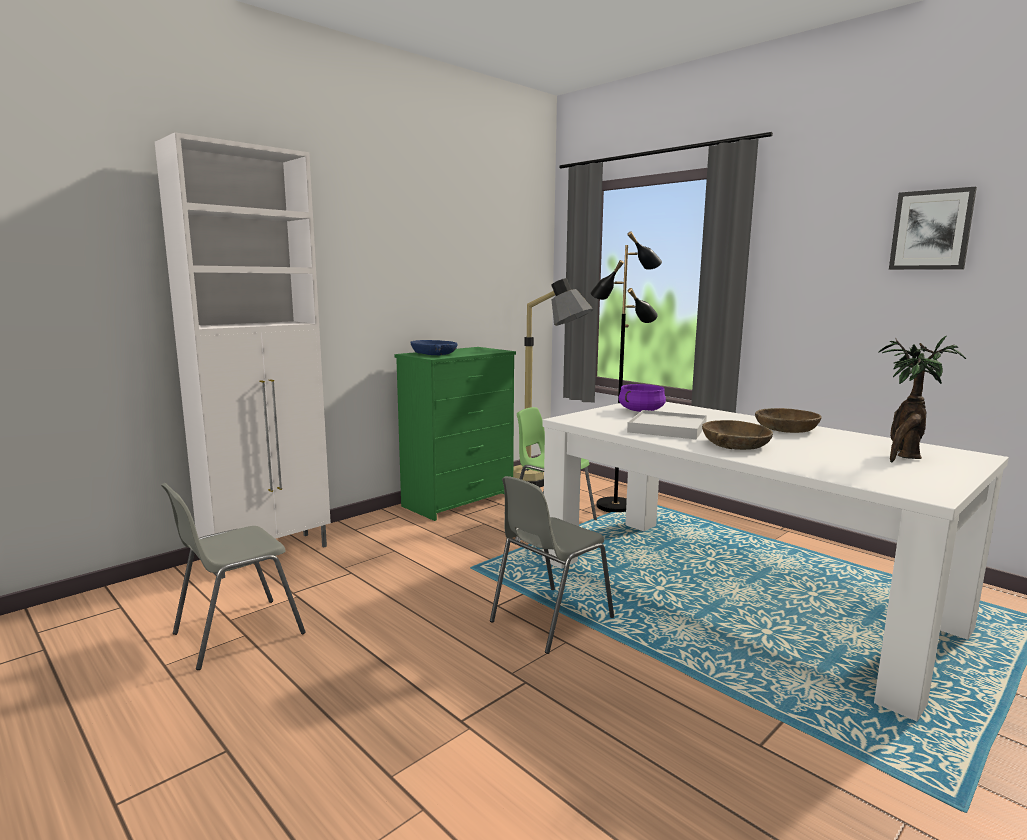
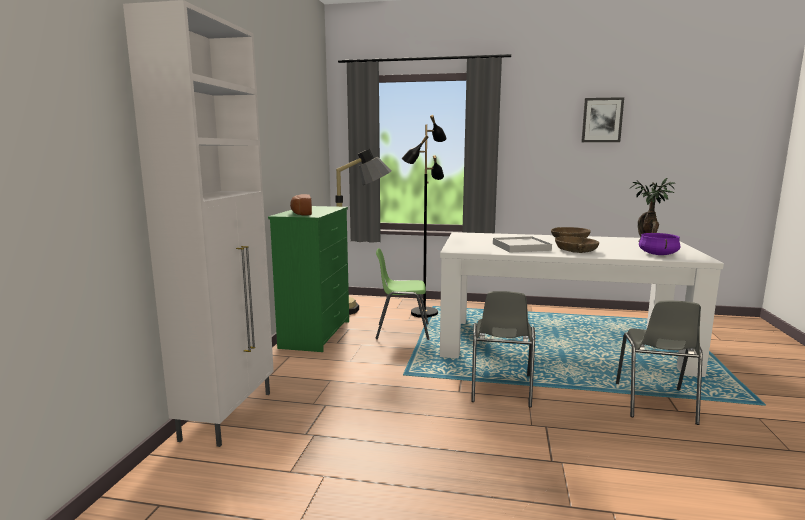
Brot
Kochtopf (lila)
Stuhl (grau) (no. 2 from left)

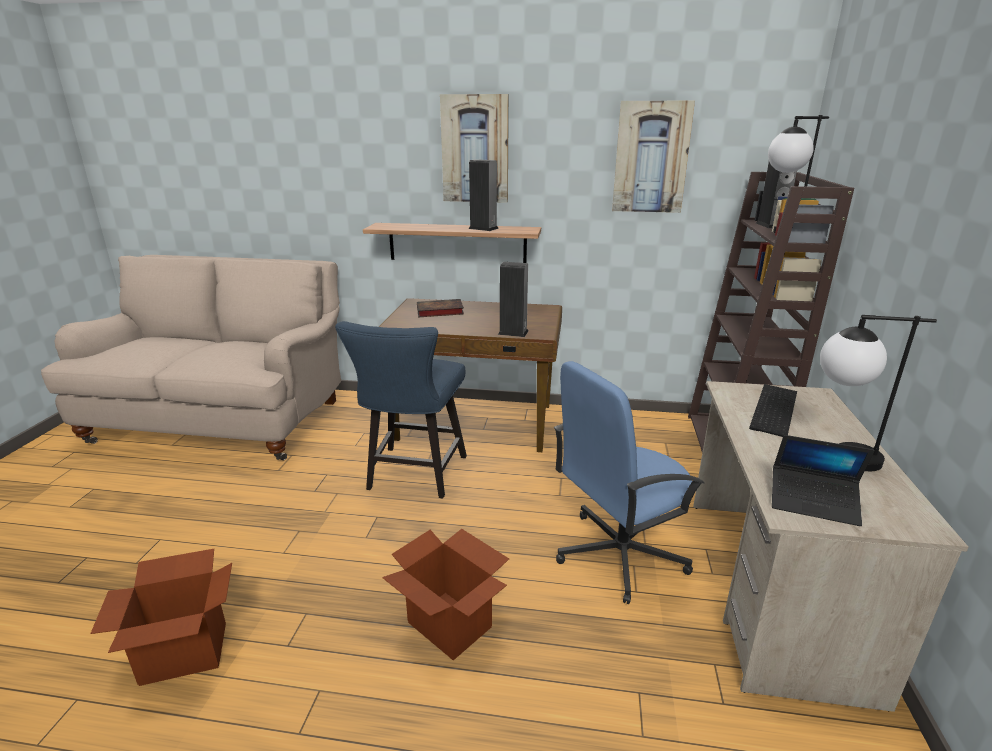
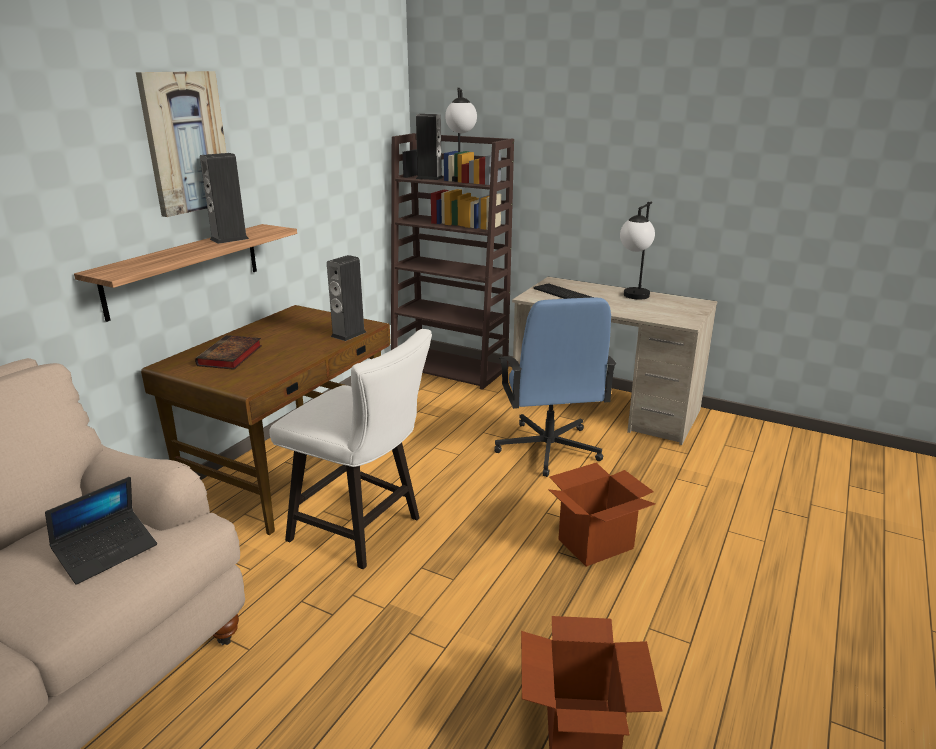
Bild (no. 2 from left in the first image)
Stuhl (weiß)
Laptop

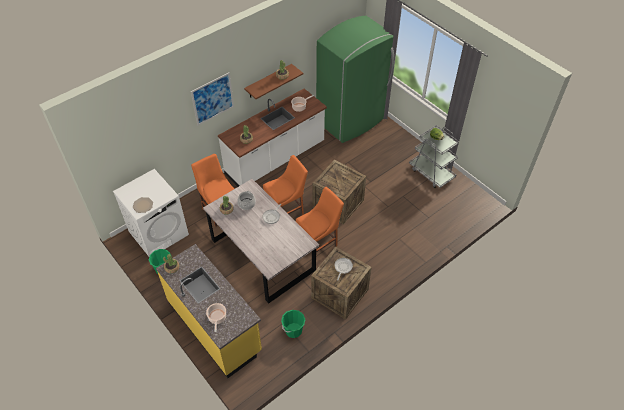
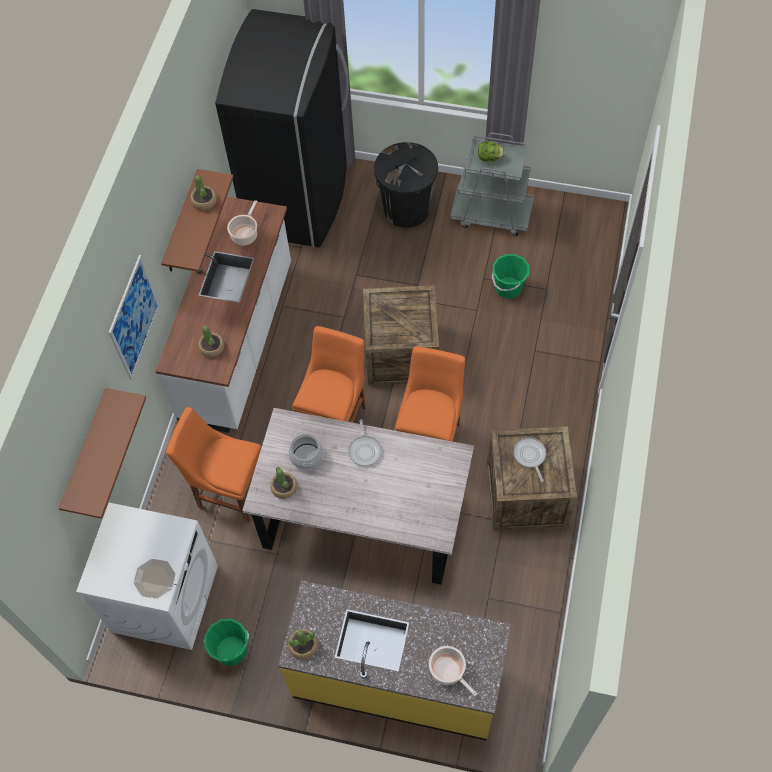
Kühlschrank (schwarz)
Eimer (grün) (no. 2 from left)
Mülleimer (schwarz)
Wandregal (braun) (no. 1 from left)

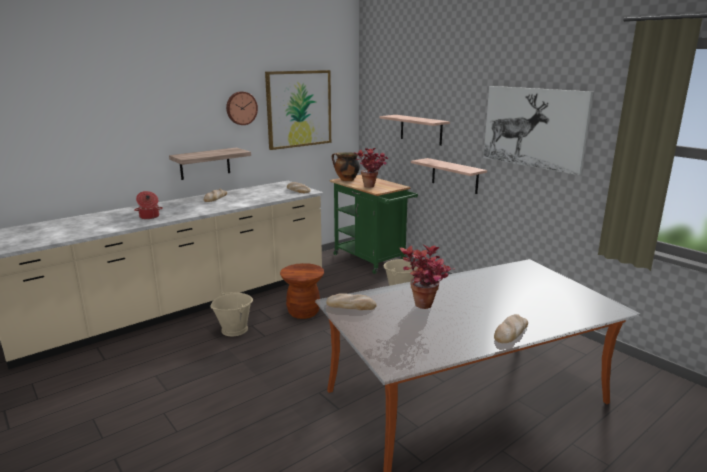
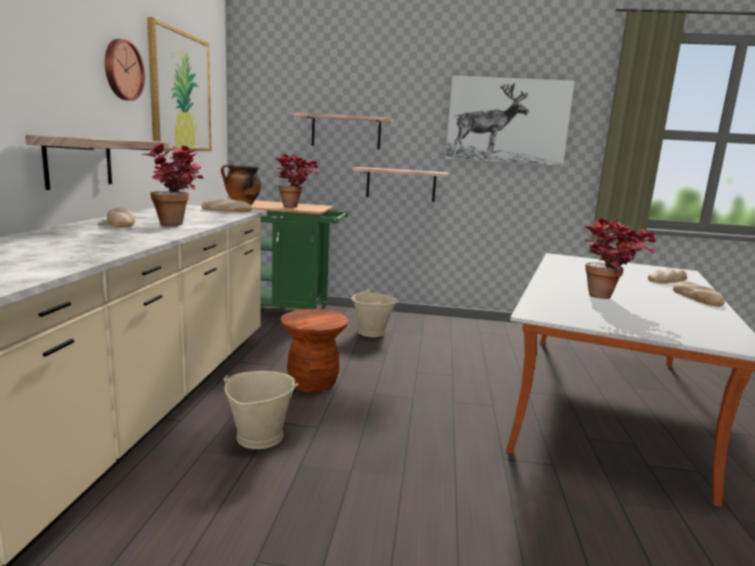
Kochtopf (no. 1 from left in the first image)
Brot (no. 3 from left)
Topfpflanze (no. 1 from left)

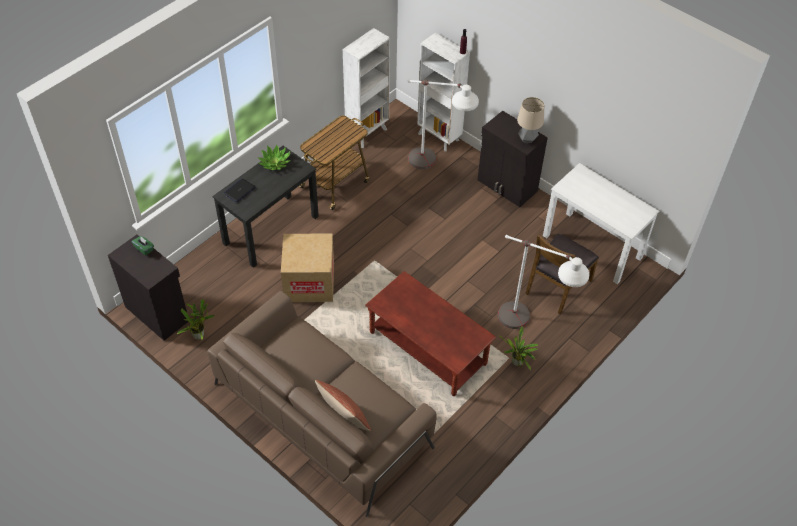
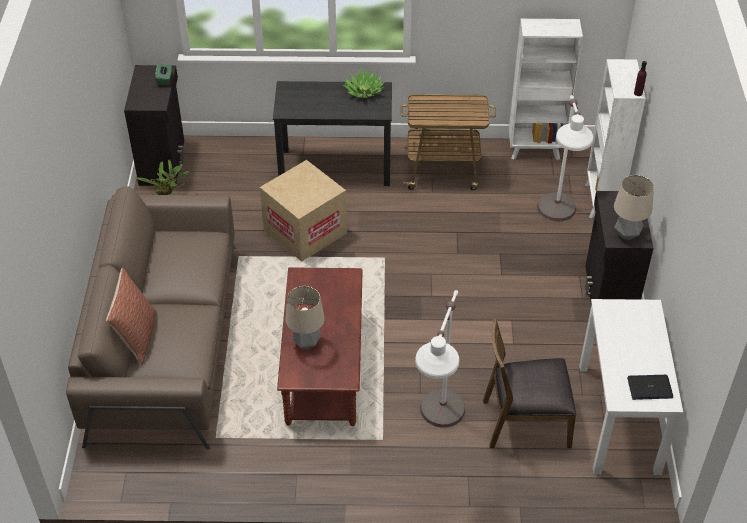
Laptop
Topfpflanze (no. 3 from left in the first image)
Tischlampe (no. 1 from left)

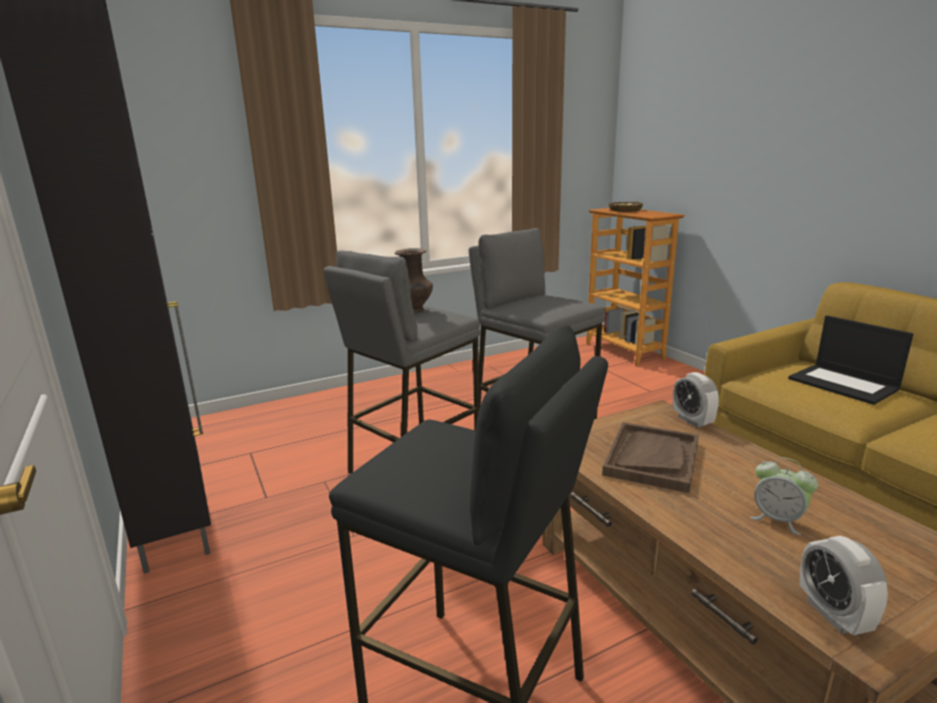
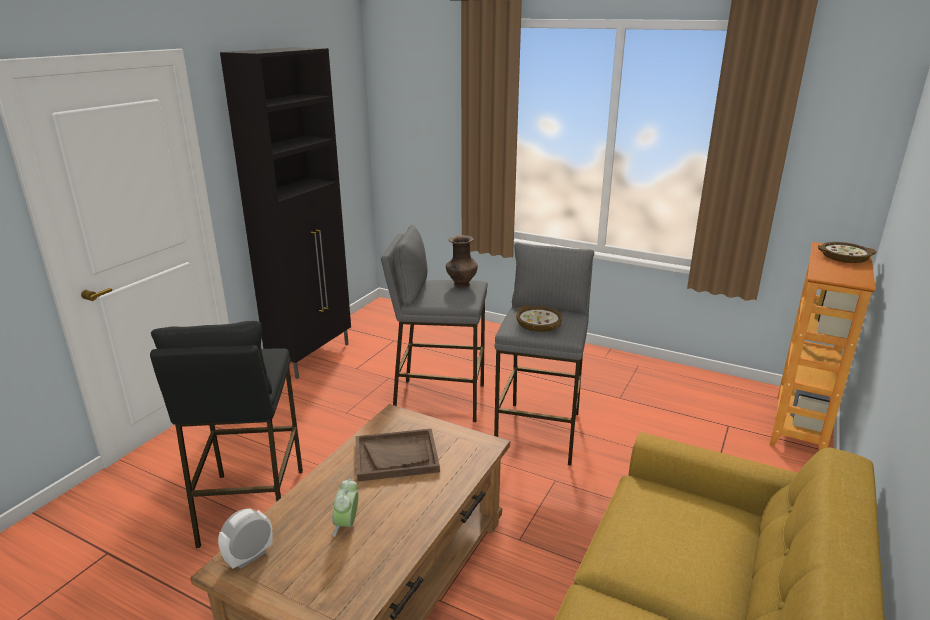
Laptop
Wecker (no. 1 from left in the first image)
Schüssel (no. 1 from left)

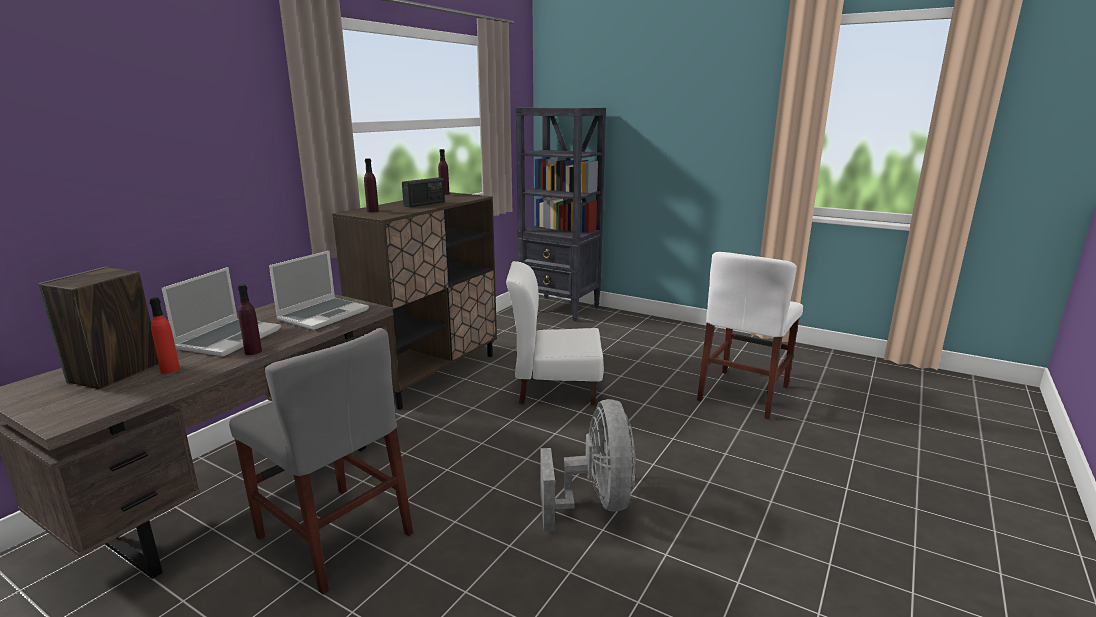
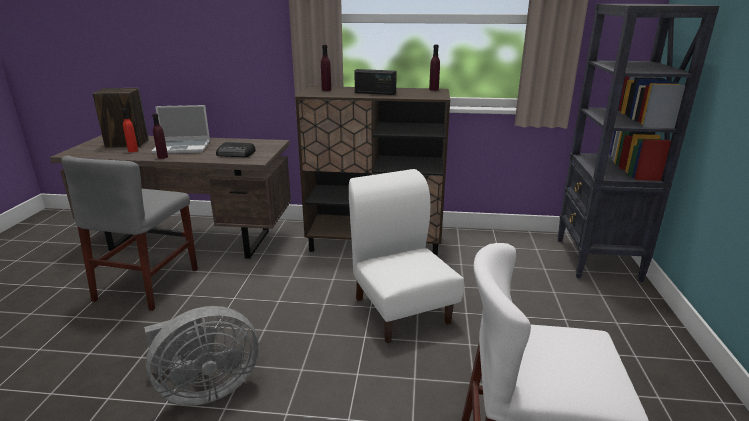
Radio (no. 1 from left)

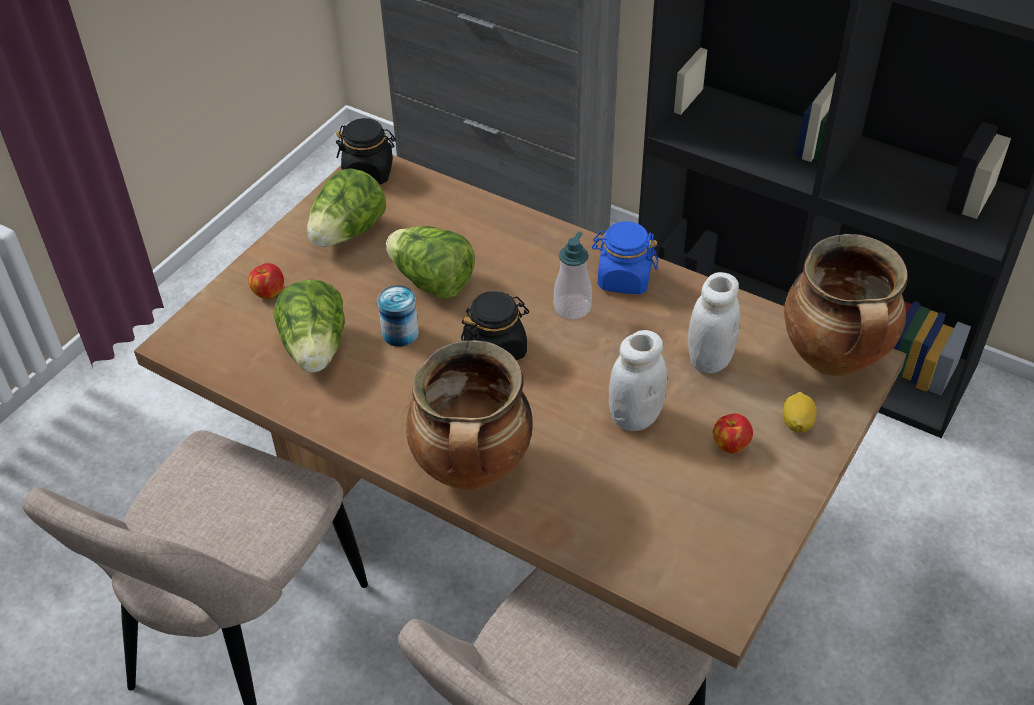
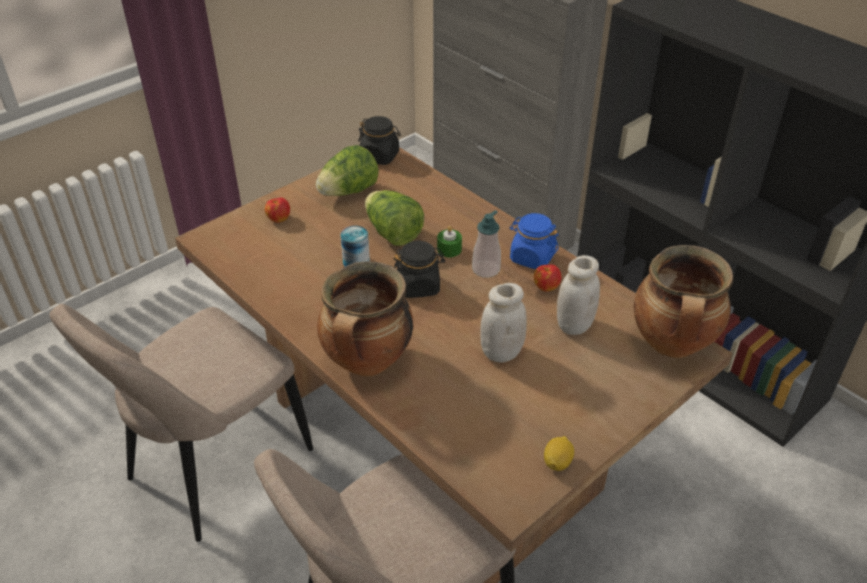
Salatkopf (no. 1 from left in the first image)
Zitrone
Apfel (no. 2 from left)
Kerze (grün)

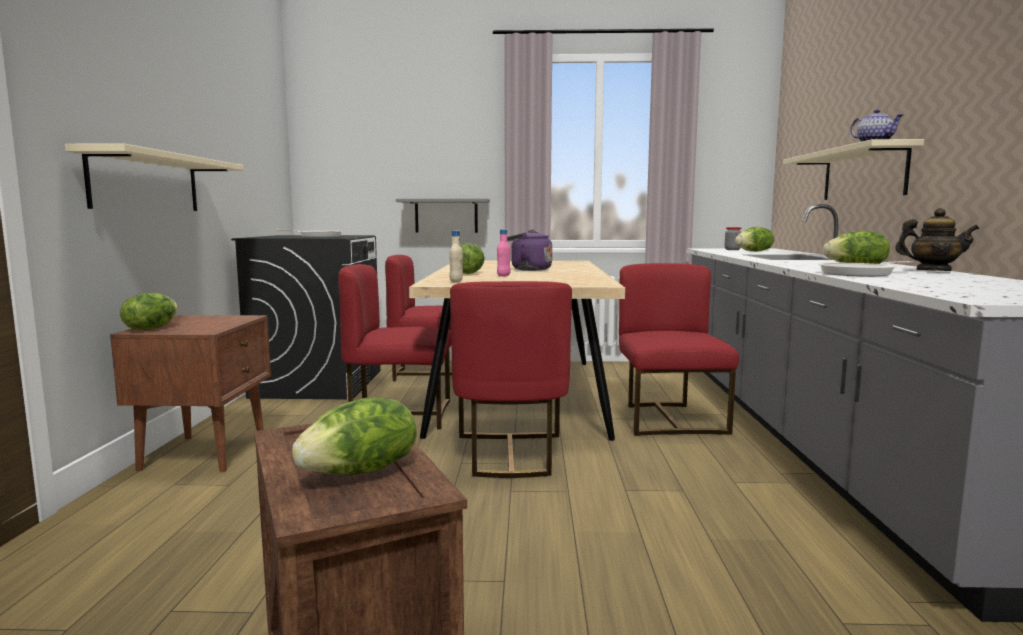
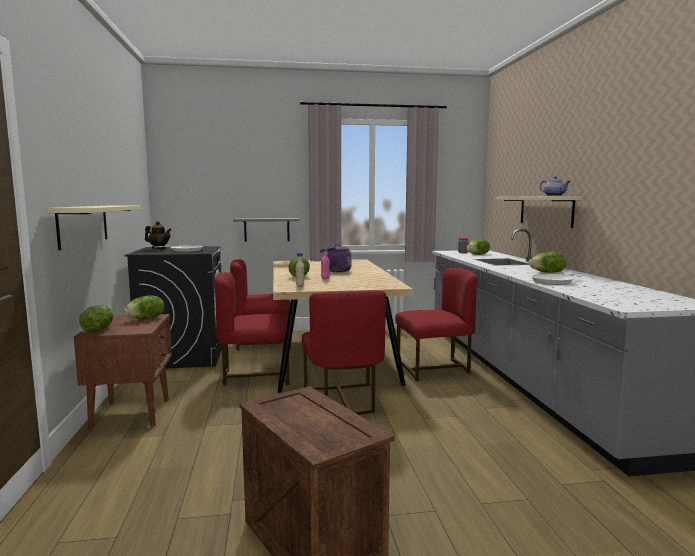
Teekanne (no. 1 from left)
Stuhl (rot) (no. 4 from left)
Salatkopf (no. 2 from left)

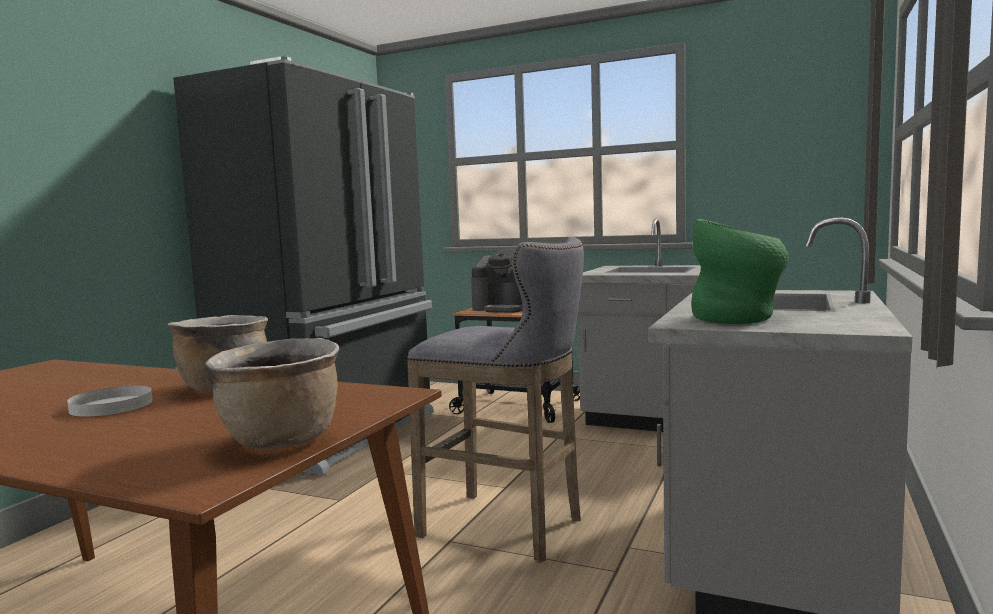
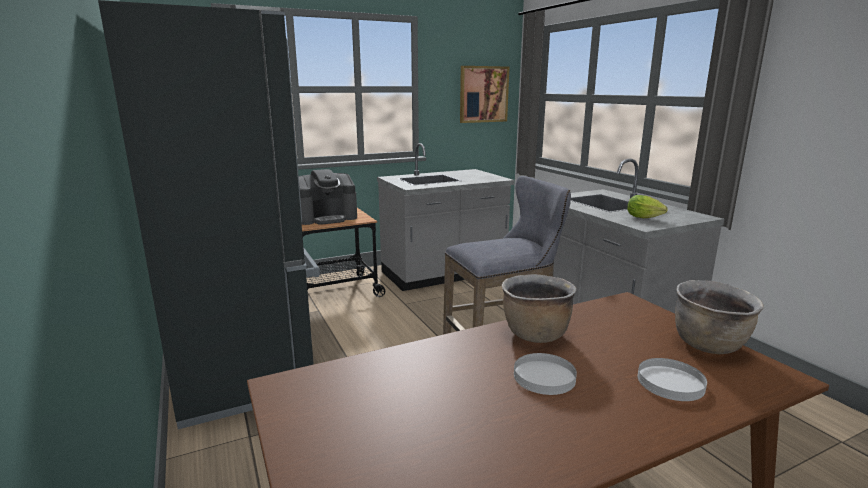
Salatkopf
Bild
Teller (weiß) (no. 2 from left)

